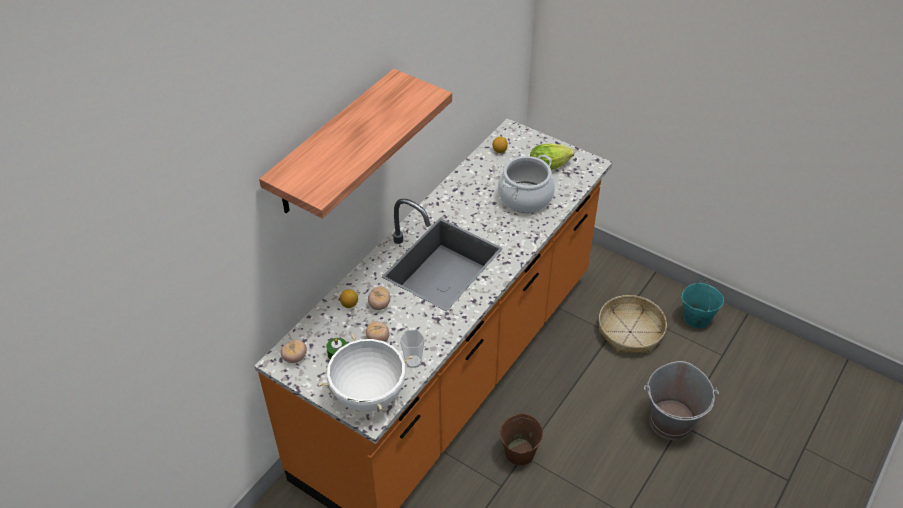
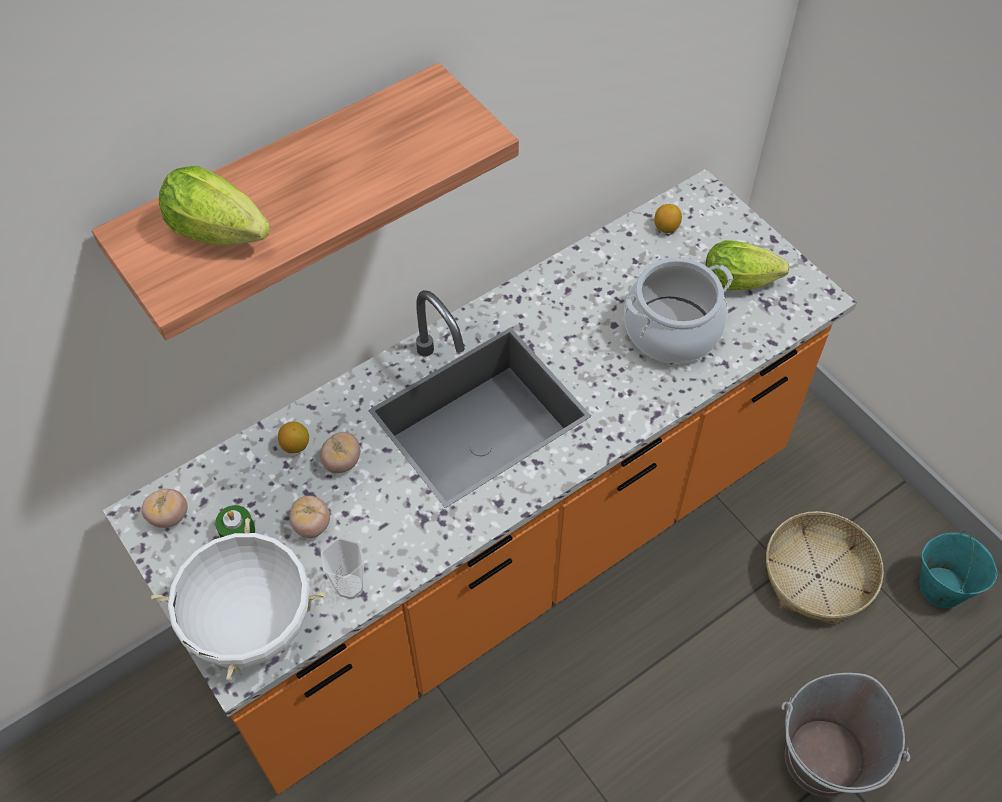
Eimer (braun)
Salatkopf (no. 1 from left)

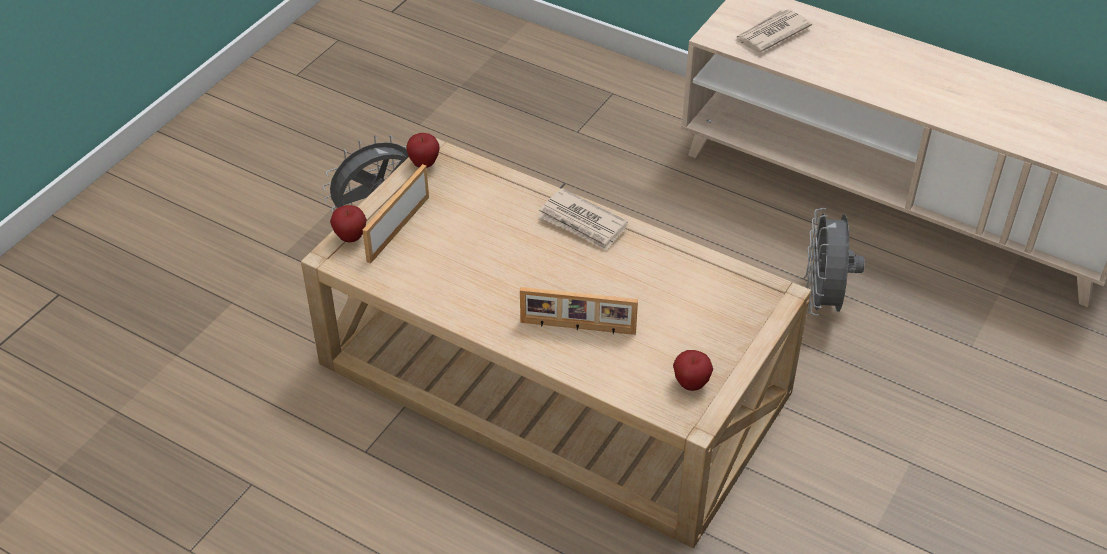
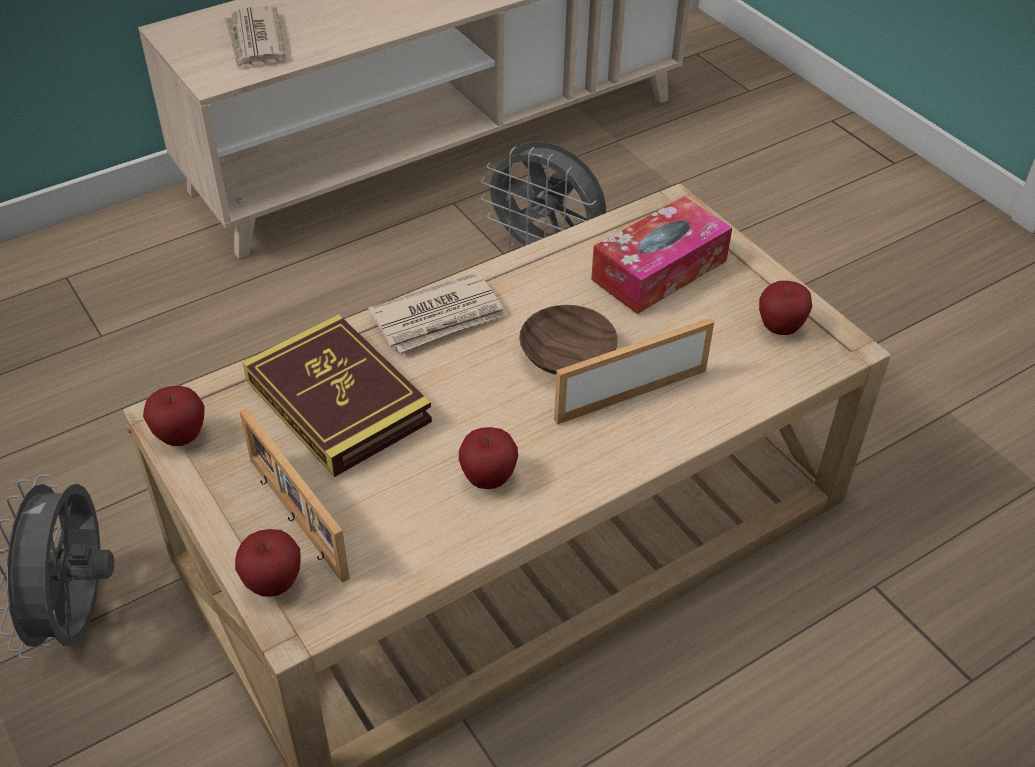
Bilderrahmen (no. 2 from left)
Taschentuchbox
Schüssel (braun)
Buch
Apfel (no. 3 from left)

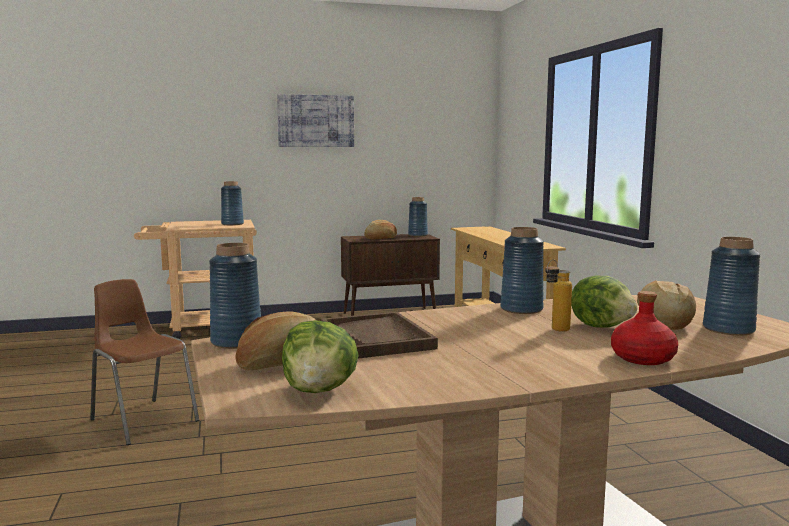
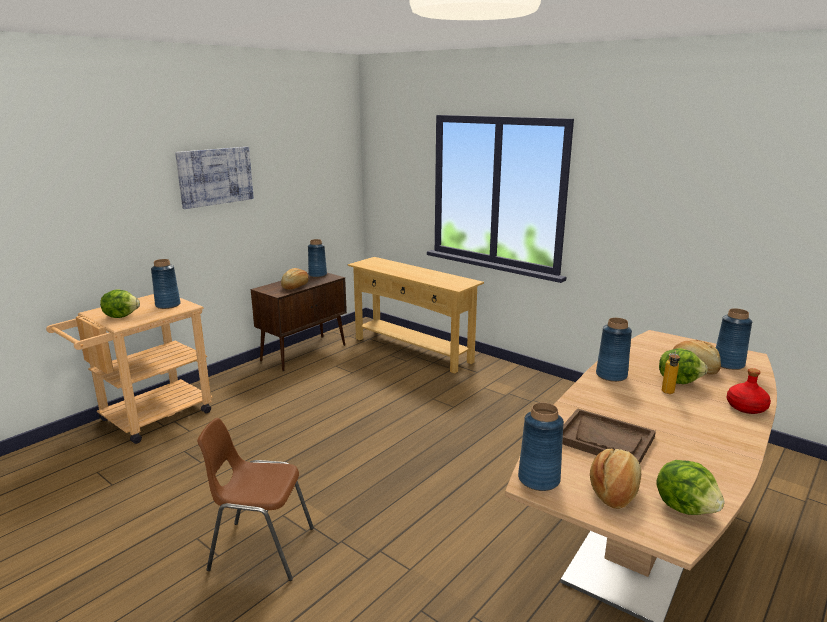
Salatkopf (no. 1 from left)

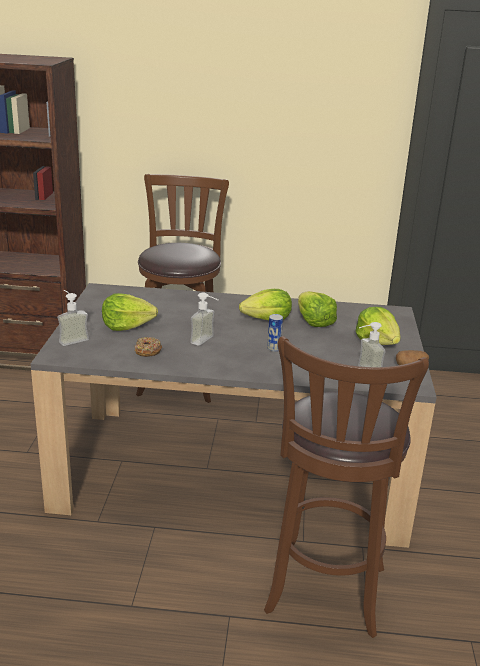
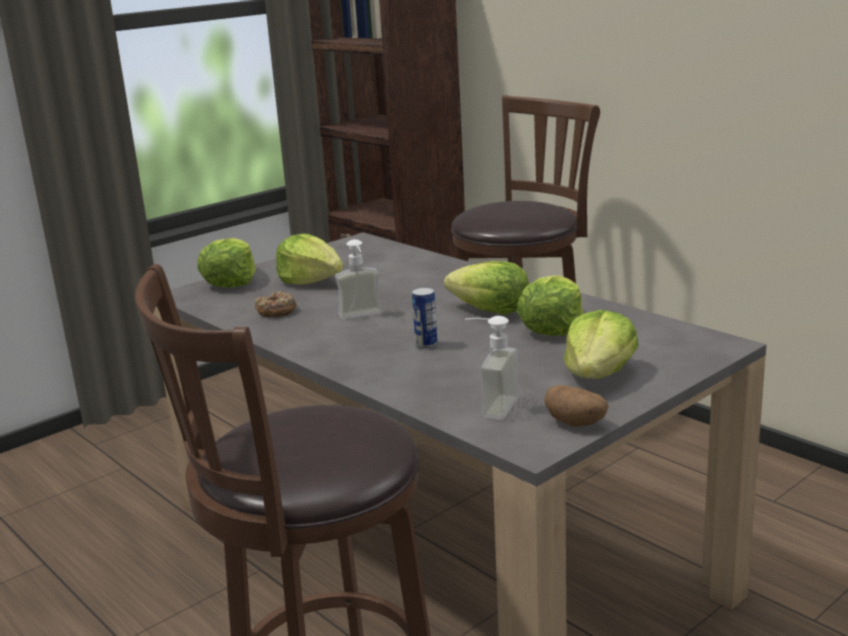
Salatkopf (no. 1 from left)

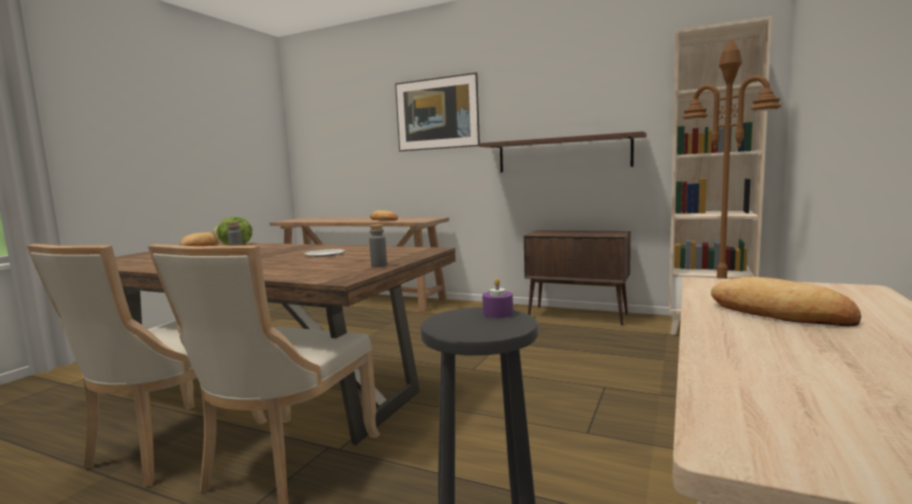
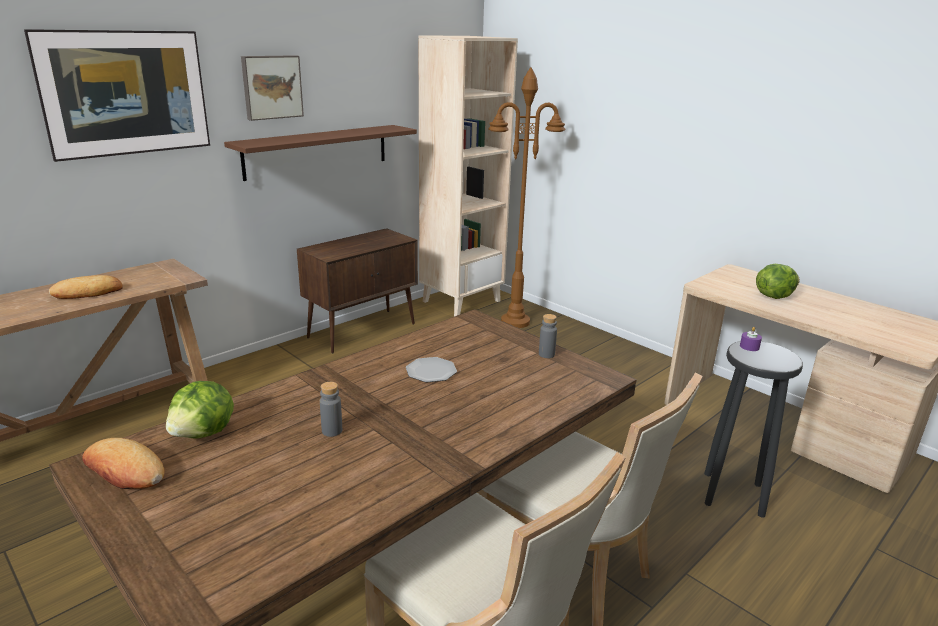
Salatkopf (no. 2 from left)
Bild (no. 2 from left)

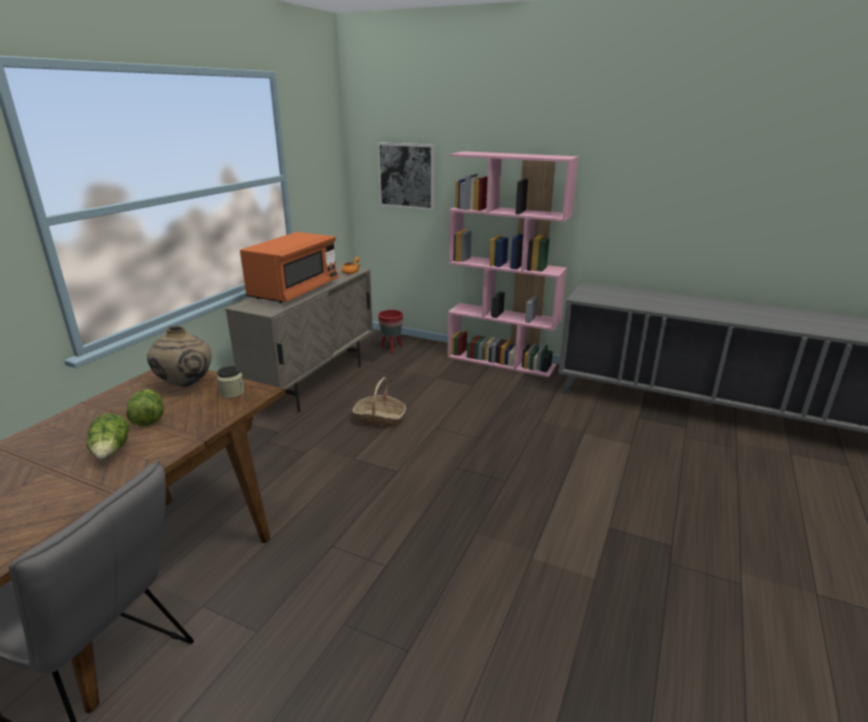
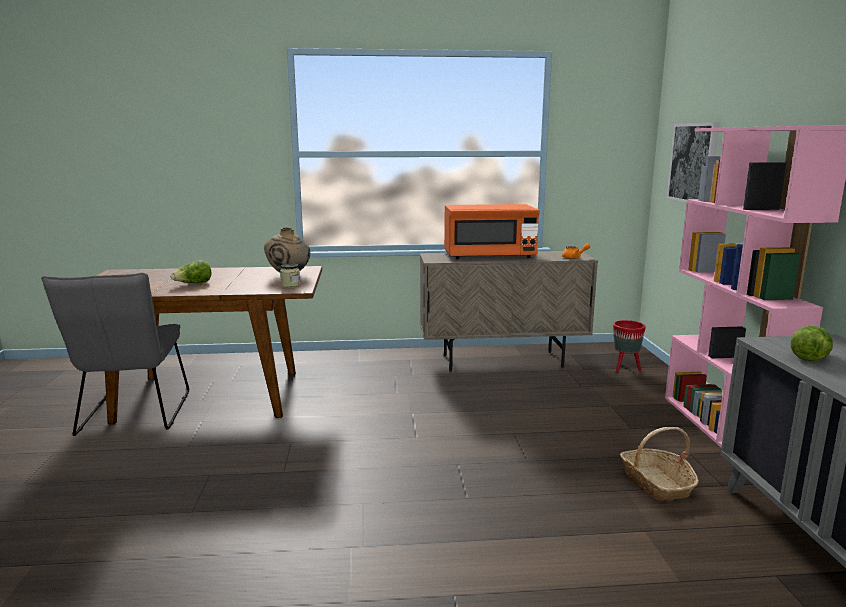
Korb
Salatkopf (no. 2 from left)

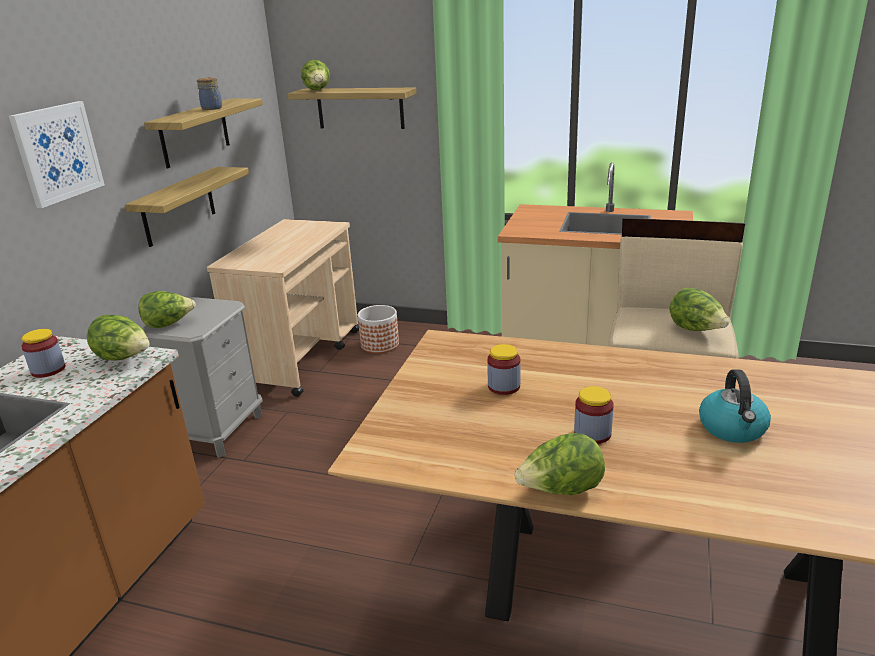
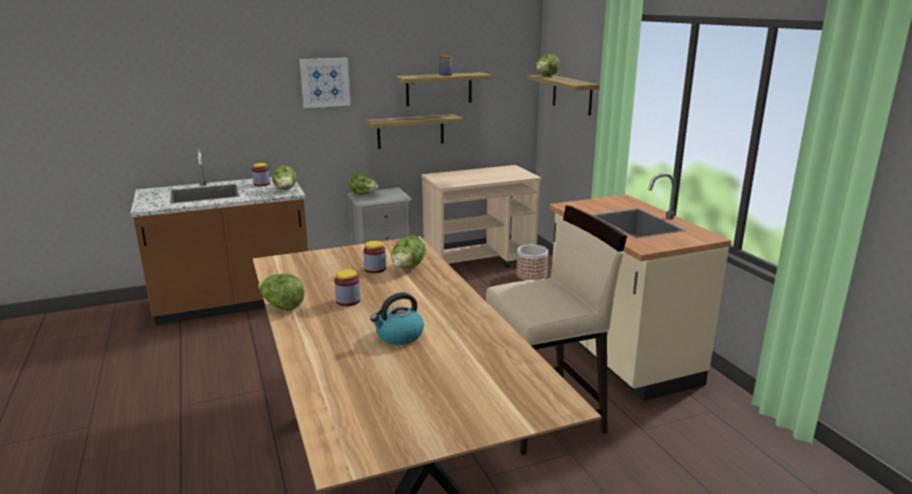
Salatkopf (no. 4 from left)

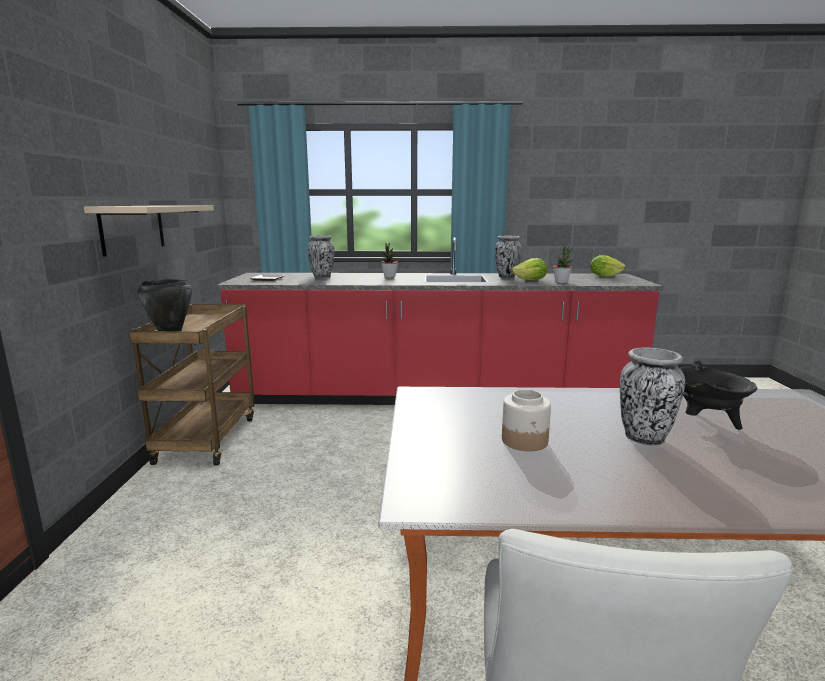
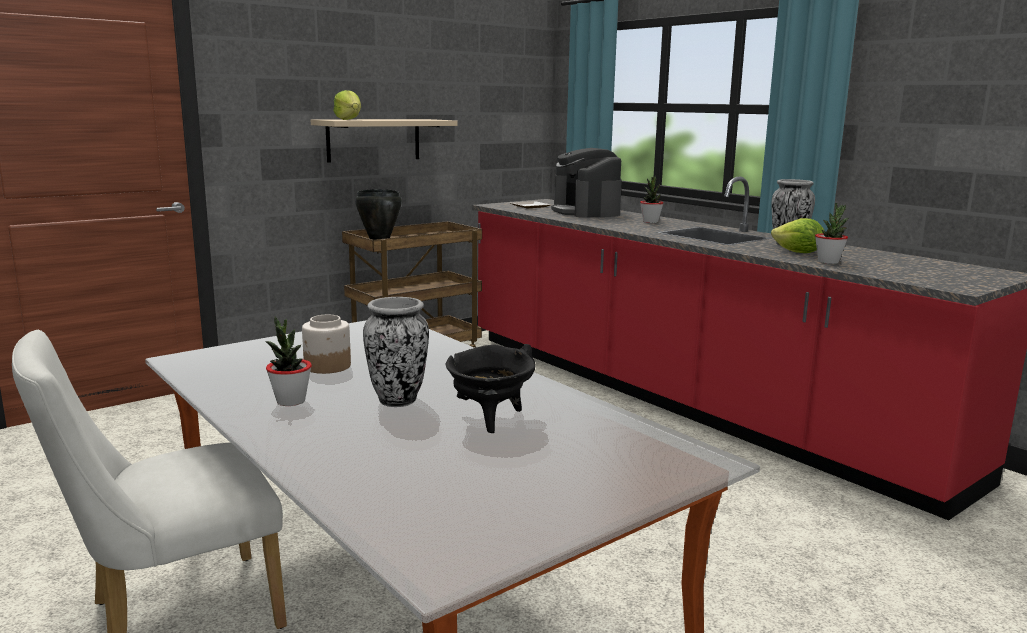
Kaffeemaschine
Salatkopf (no. 1 from left)
Topfpflanze (no. 1 from left)

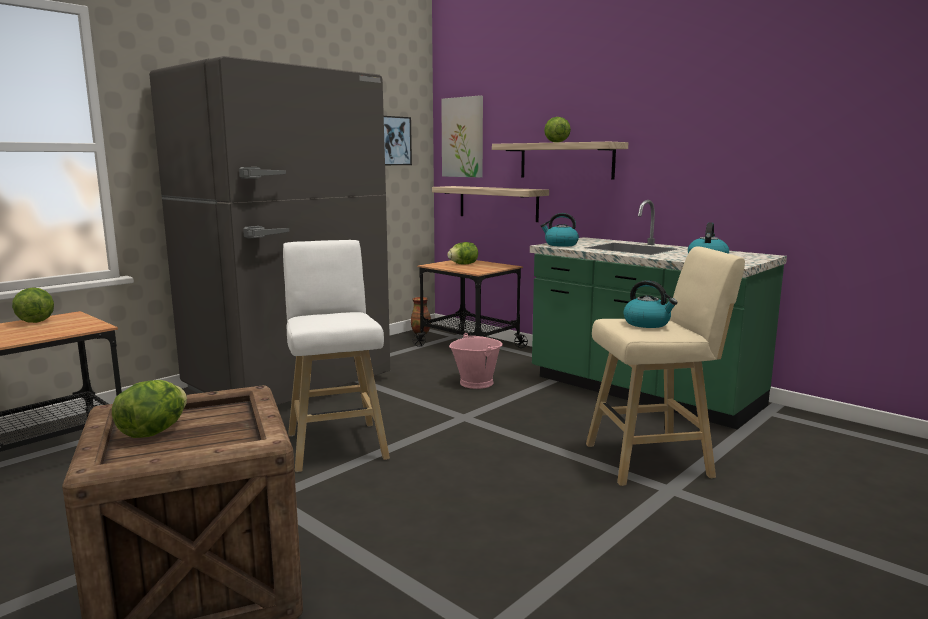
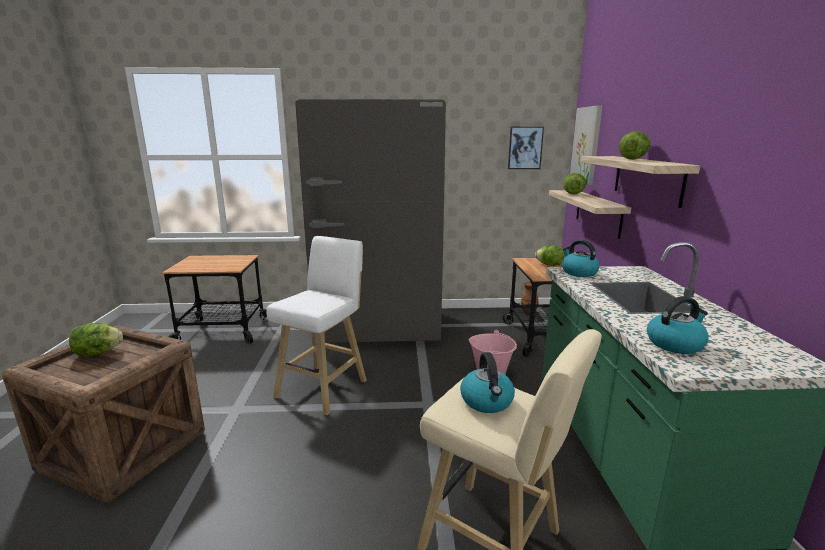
Salatkopf (no. 3 from left)

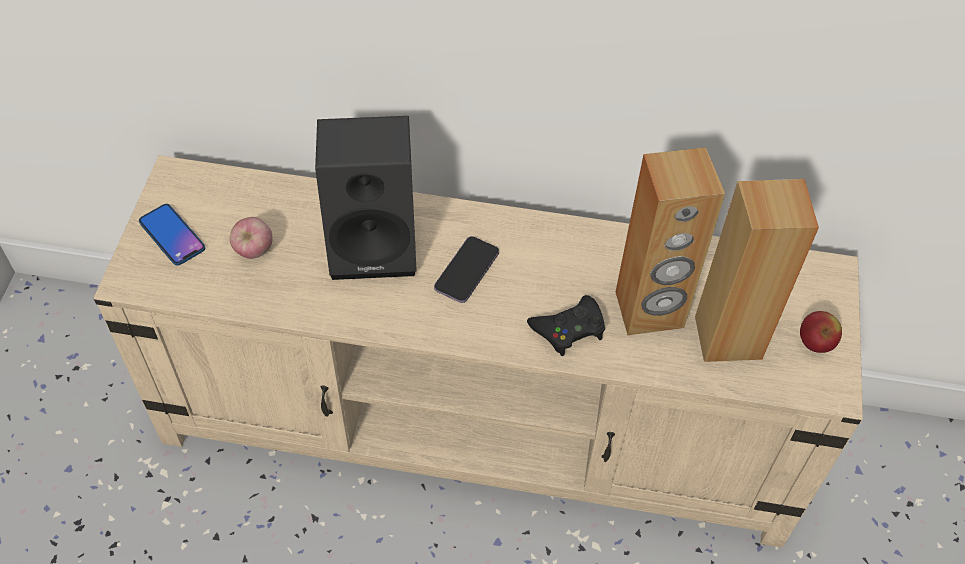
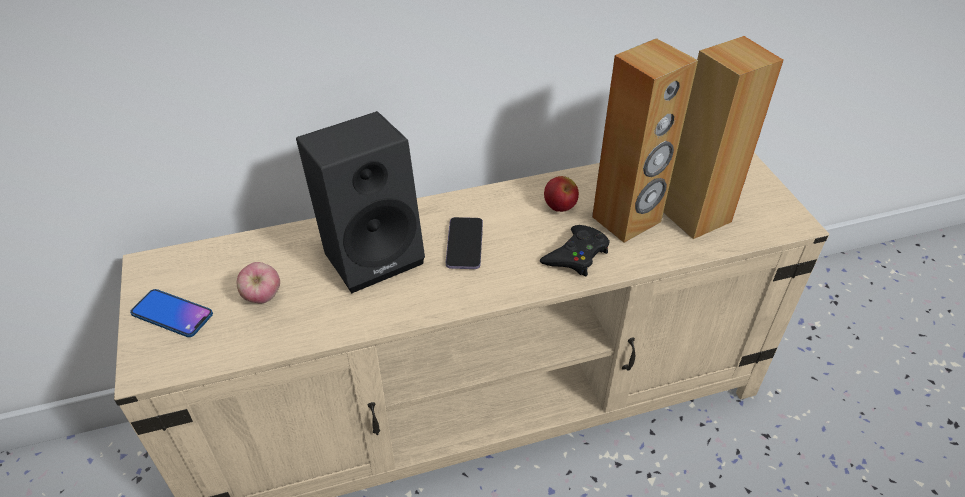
Apfel (no. 2 from left)

